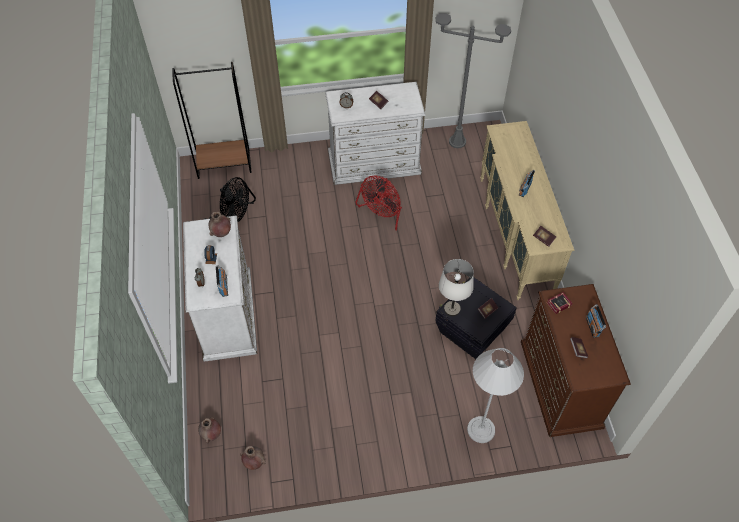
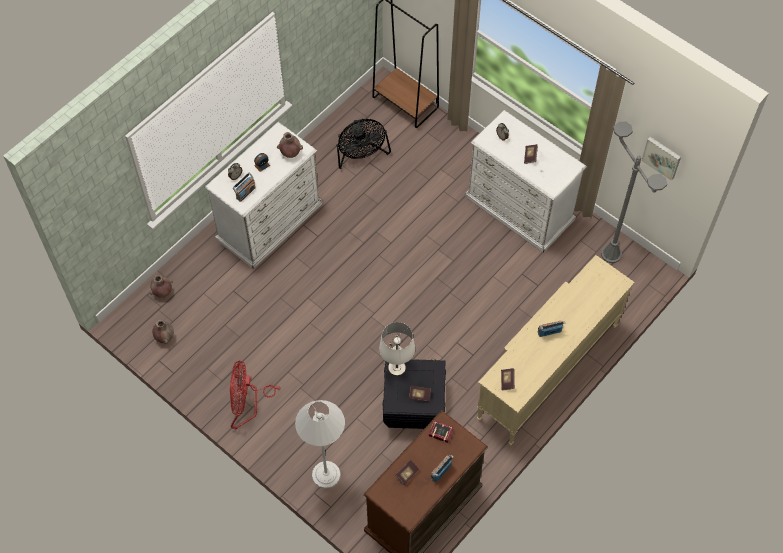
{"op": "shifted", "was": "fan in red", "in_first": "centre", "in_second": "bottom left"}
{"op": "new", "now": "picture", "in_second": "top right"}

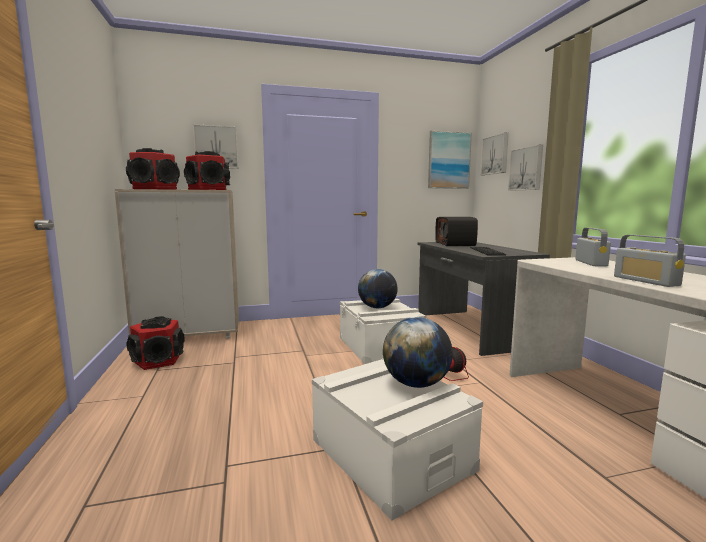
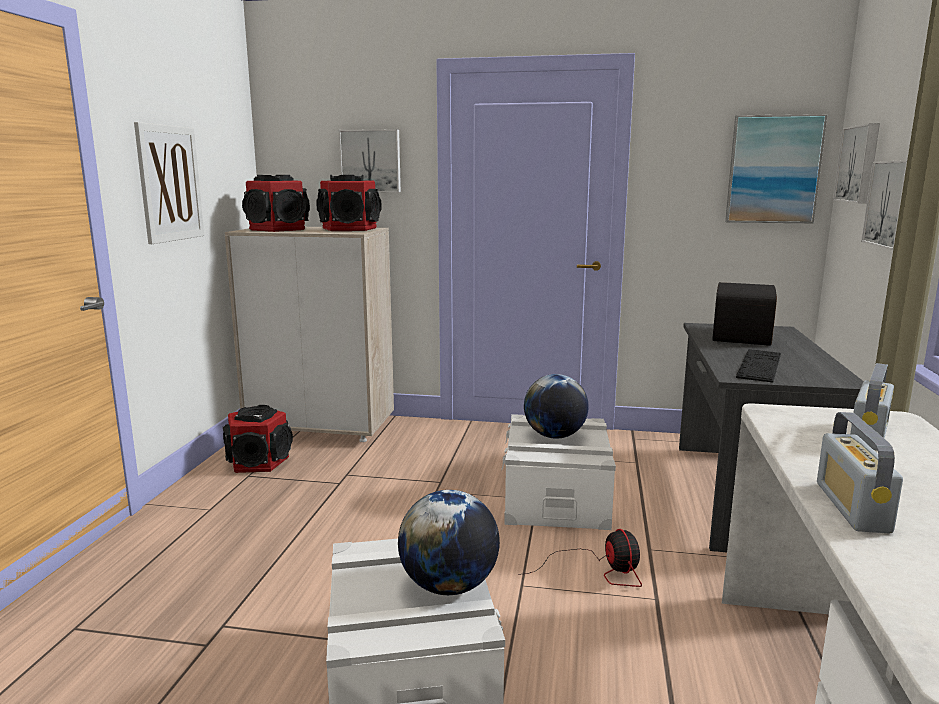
{"op": "new", "now": "picture (no. 1 from left)", "in_second": "top left"}

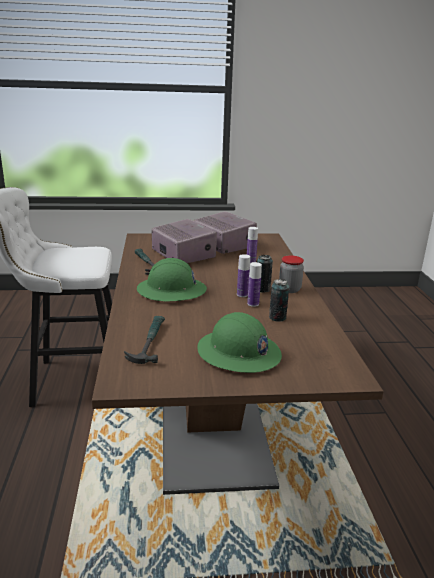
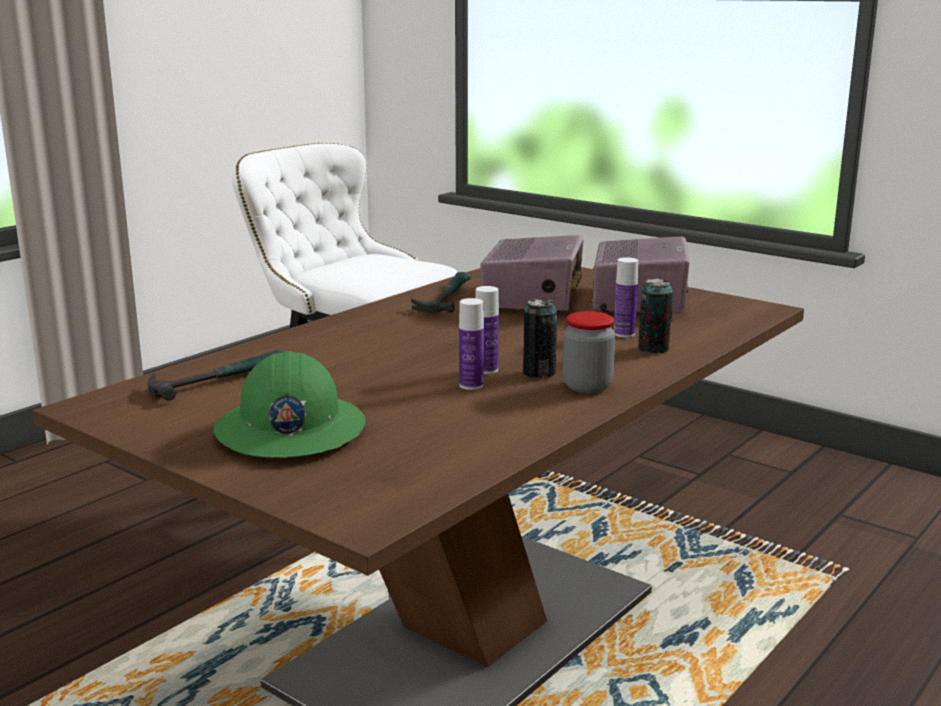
{"op": "gone", "was": "hard hat in green (no. 1 from left)", "in_first": "centre"}
{"op": "shifted", "was": "can (no. 2 from left)", "in_first": "centre", "in_second": "middle right"}

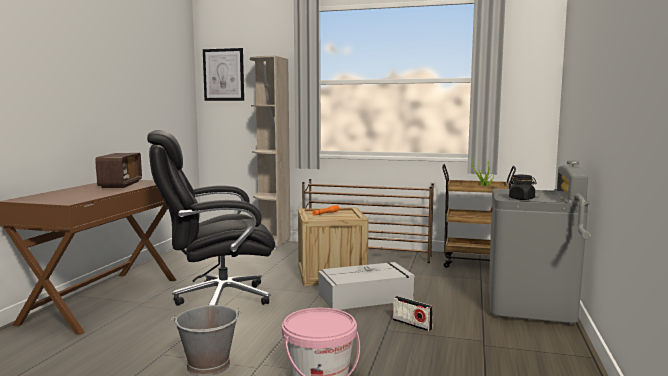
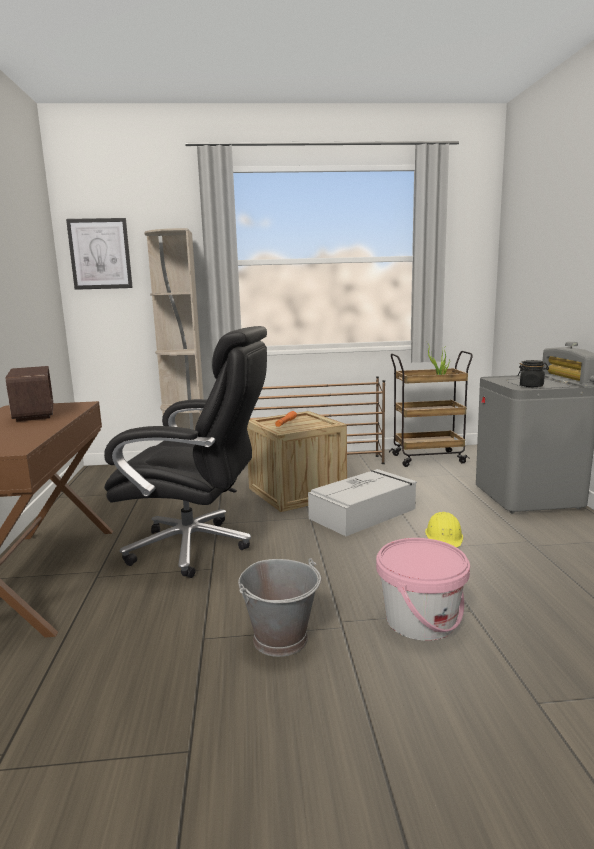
{"op": "rotated", "was": "office chair in black", "in_first": "middle left", "in_second": "middle left", "clockwise": -135}
{"op": "swapped", "was": "radio (no. 2 from left)", "now": "hard hat in yellow", "in_first": "bottom centre", "in_second": "middle right"}

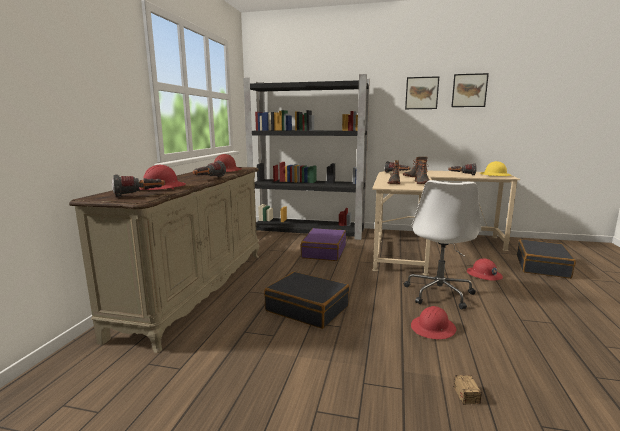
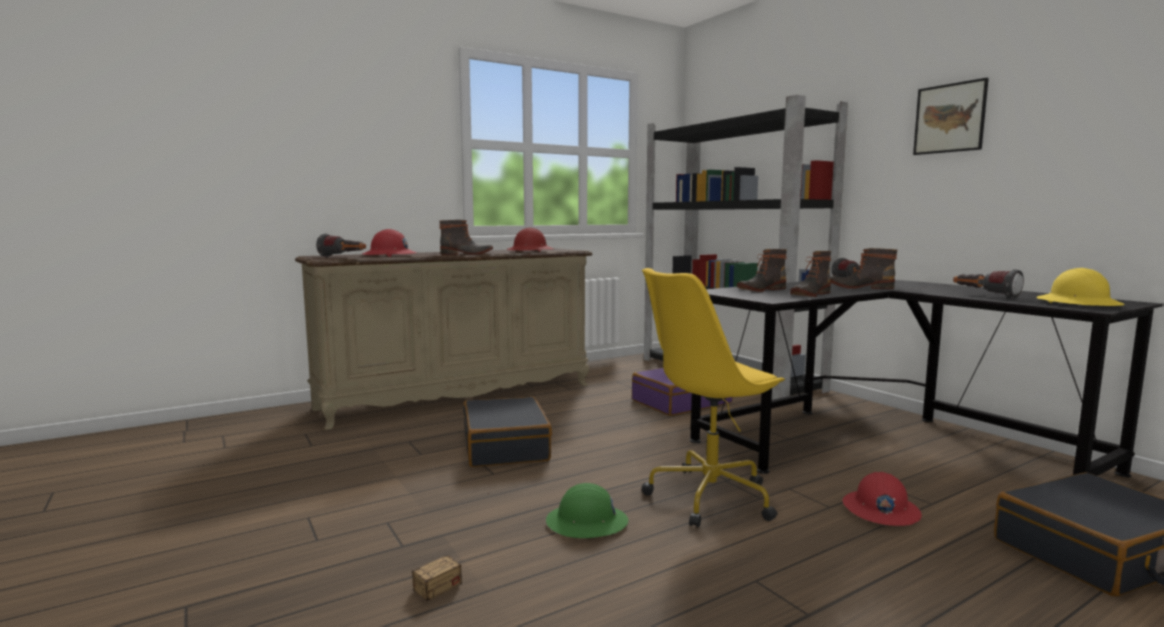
{"op": "swapped", "was": "flashlight (no. 2 from left)", "now": "boot (no. 1 from left)", "in_first": "centre", "in_second": "centre"}
{"op": "repainted", "was": "desk in beige", "now": "desk in black", "in_first": "middle right", "in_second": "middle right"}
{"op": "repainted", "was": "office chair in white", "now": "office chair in yellow", "in_first": "middle right", "in_second": "centre"}
{"op": "repainted", "was": "hard hat in red (no. 3 from left)", "now": "hard hat in green", "in_first": "bottom right", "in_second": "bottom centre"}
{"op": "gone", "was": "picture (no. 2 from left)", "in_first": "top right"}

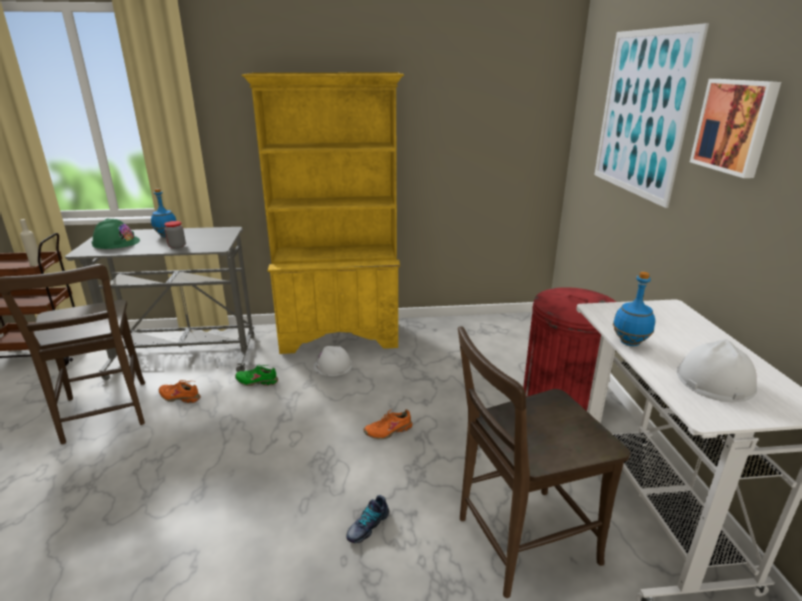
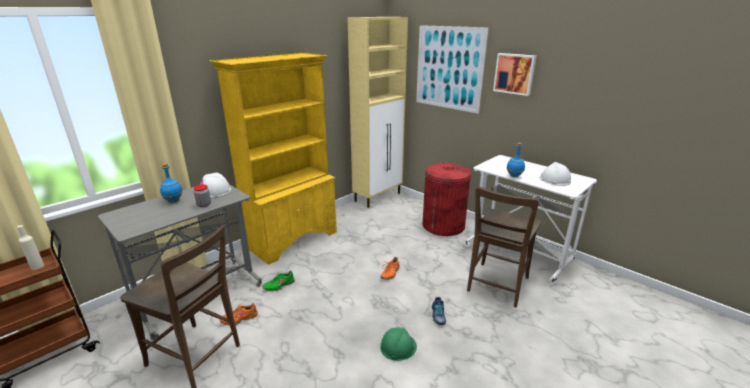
{"op": "shifted", "was": "hard hat in green", "in_first": "middle left", "in_second": "bottom centre"}
{"op": "shifted", "was": "hard hat in white (no. 1 from left)", "in_first": "centre", "in_second": "middle left"}
{"op": "new", "now": "cabinet in beige", "in_second": "top centre"}

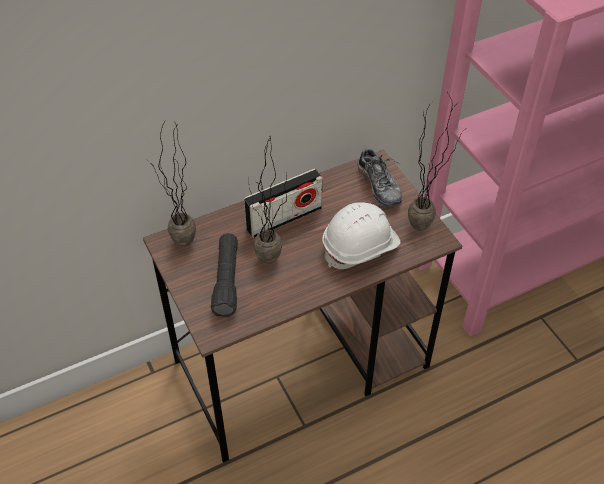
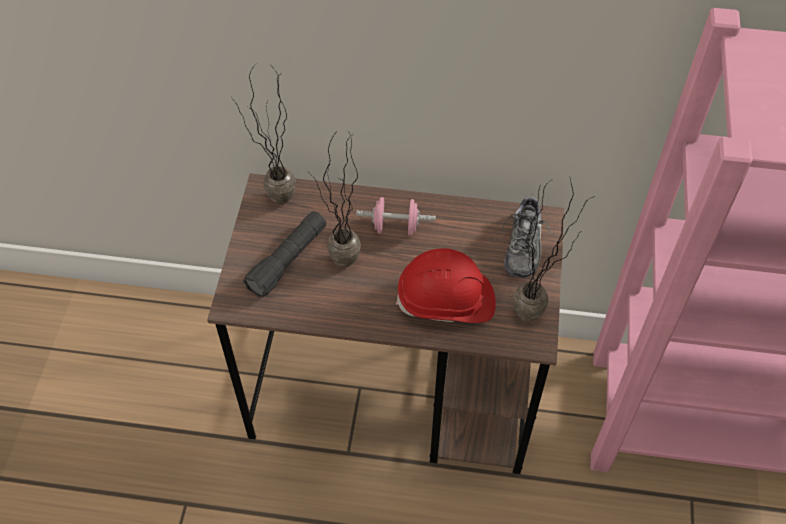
{"op": "swapped", "was": "radio", "now": "dumbbell in pink", "in_first": "centre", "in_second": "centre"}
{"op": "repainted", "was": "hard hat in white", "now": "hard hat in red", "in_first": "centre", "in_second": "centre"}

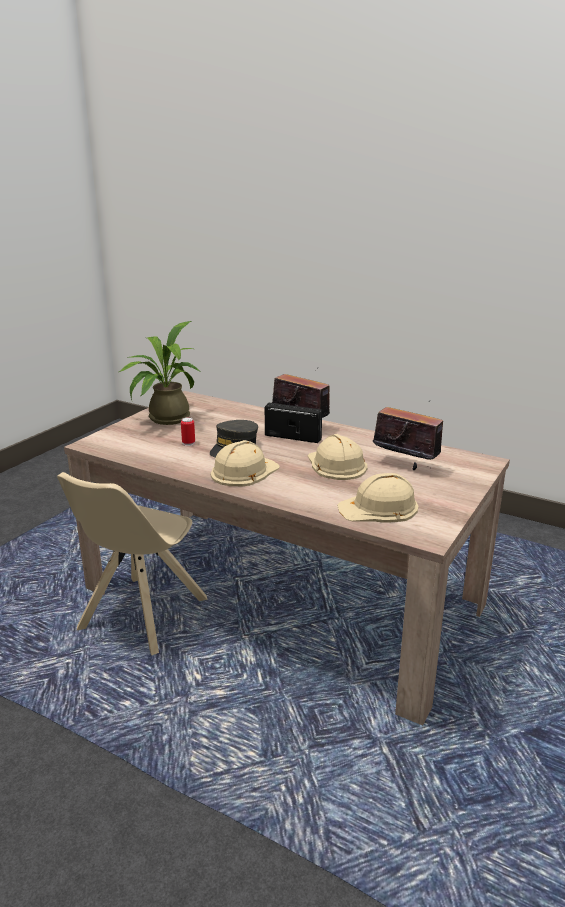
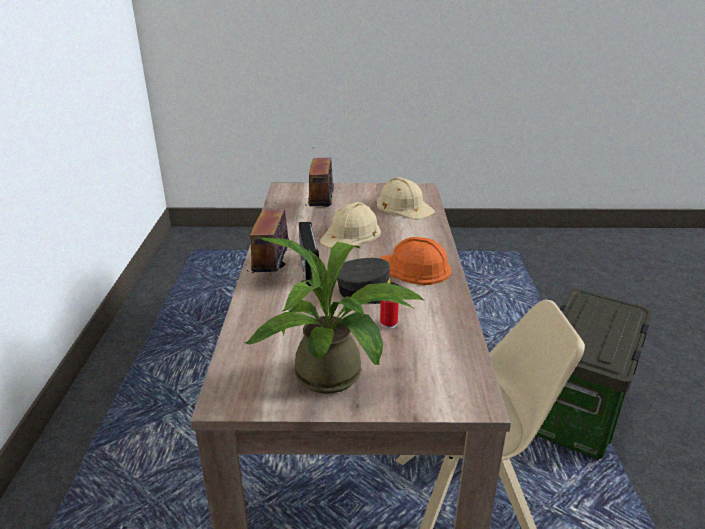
{"op": "repainted", "was": "hard hat in beige (no. 1 from left)", "now": "hard hat in orange", "in_first": "centre", "in_second": "centre"}
{"op": "new", "now": "storage box", "in_second": "bottom right"}

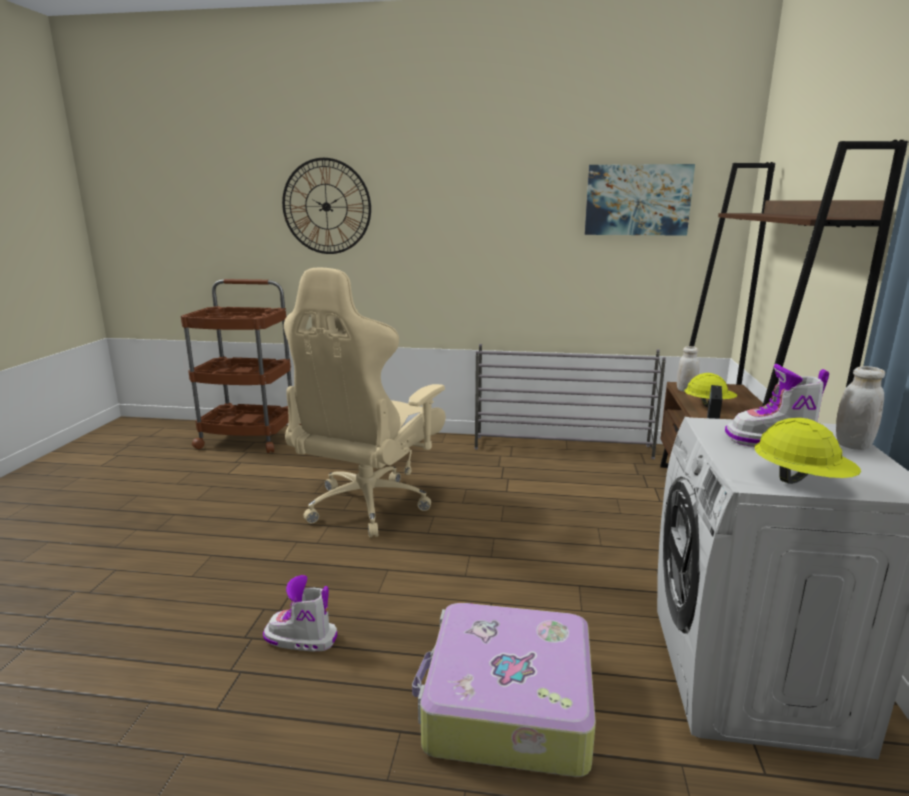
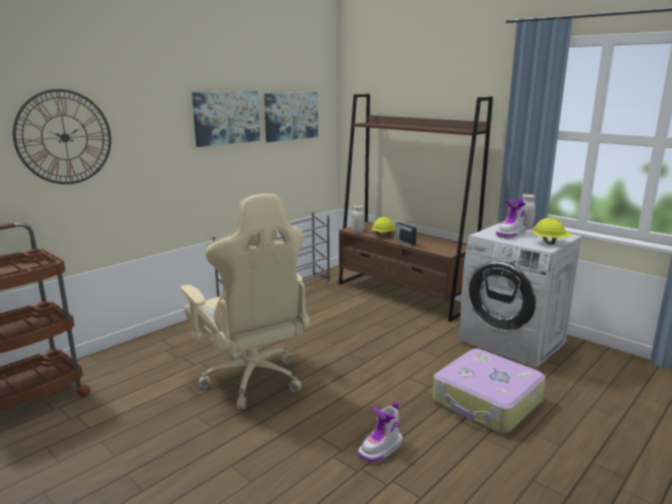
{"op": "new", "now": "picture (no. 1 from left)", "in_second": "top centre"}

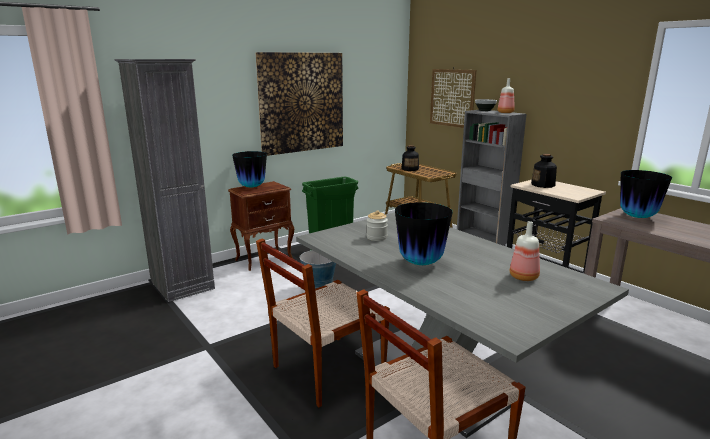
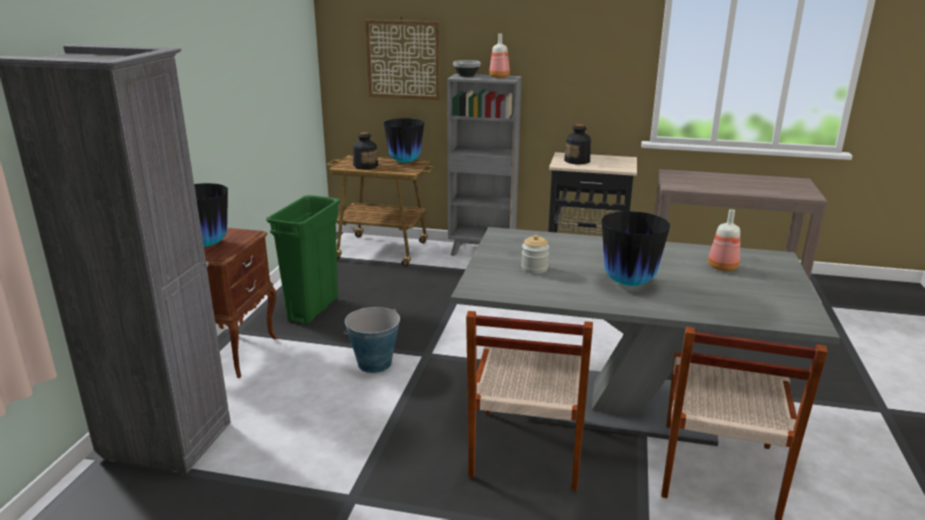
{"op": "gone", "was": "picture (no. 1 from left)", "in_first": "top centre"}
{"op": "shifted", "was": "vase (no. 3 from left in the first image)", "now": "vase (no. 2 from left)", "in_first": "middle right", "in_second": "top centre"}

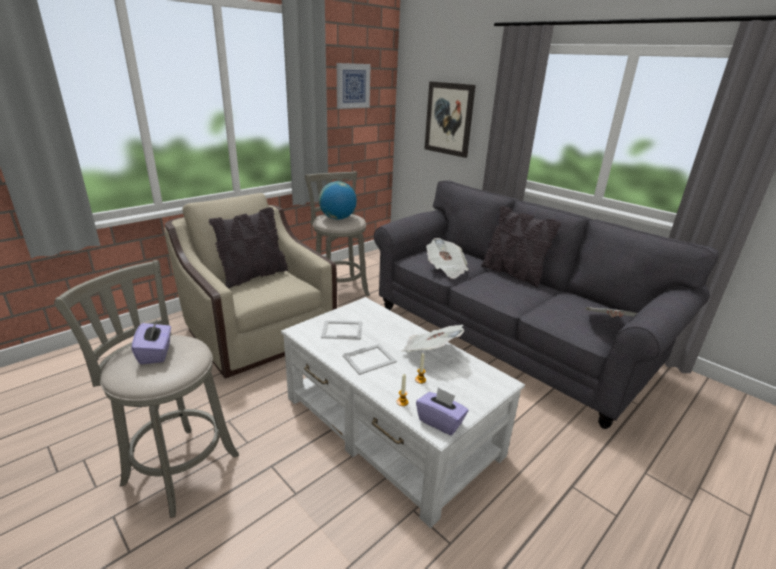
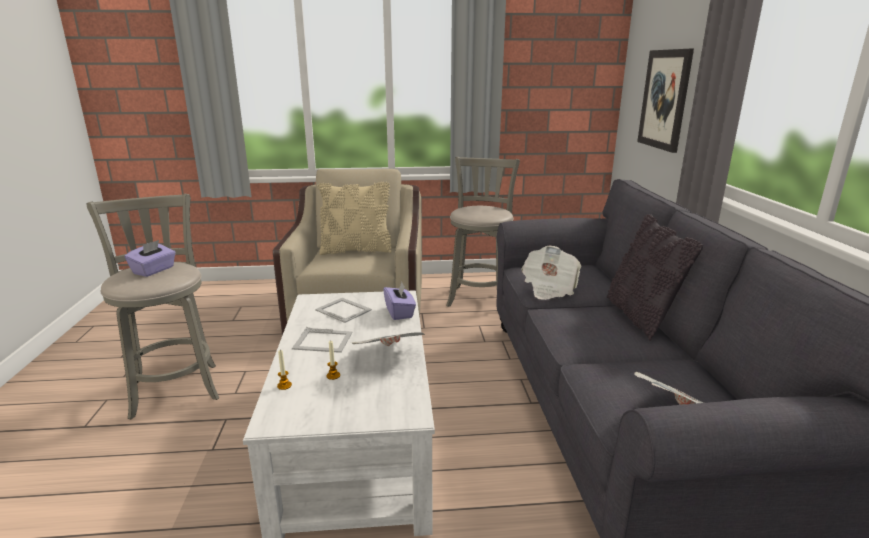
{"op": "repainted", "was": "pillow in black (no. 1 from left)", "now": "pillow in beige", "in_first": "middle left", "in_second": "centre"}
{"op": "gone", "was": "globe", "in_first": "centre"}
{"op": "gone", "was": "picture (no. 1 from left)", "in_first": "top centre"}
{"op": "shifted", "was": "tissue box in purple (no. 2 from left)", "in_first": "bottom centre", "in_second": "centre"}

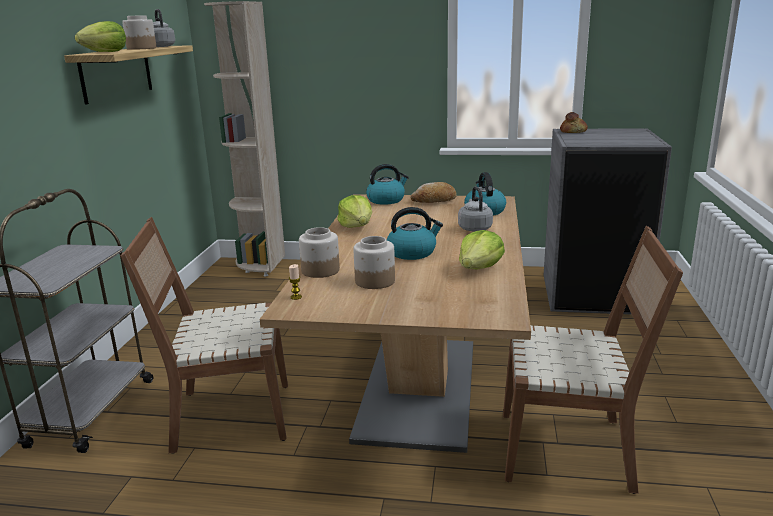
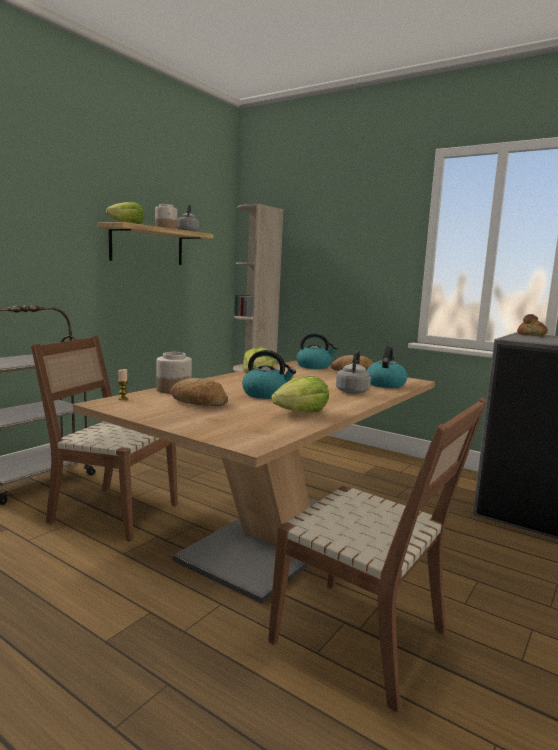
{"op": "swapped", "was": "jar (no. 3 from left)", "now": "bread (no. 1 from left)", "in_first": "centre", "in_second": "centre"}

